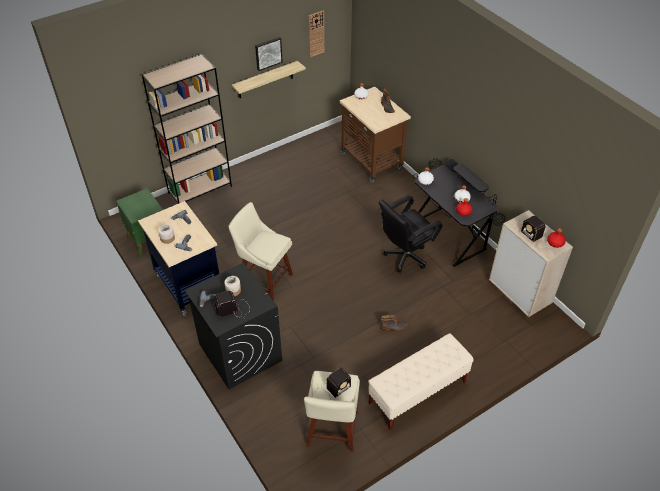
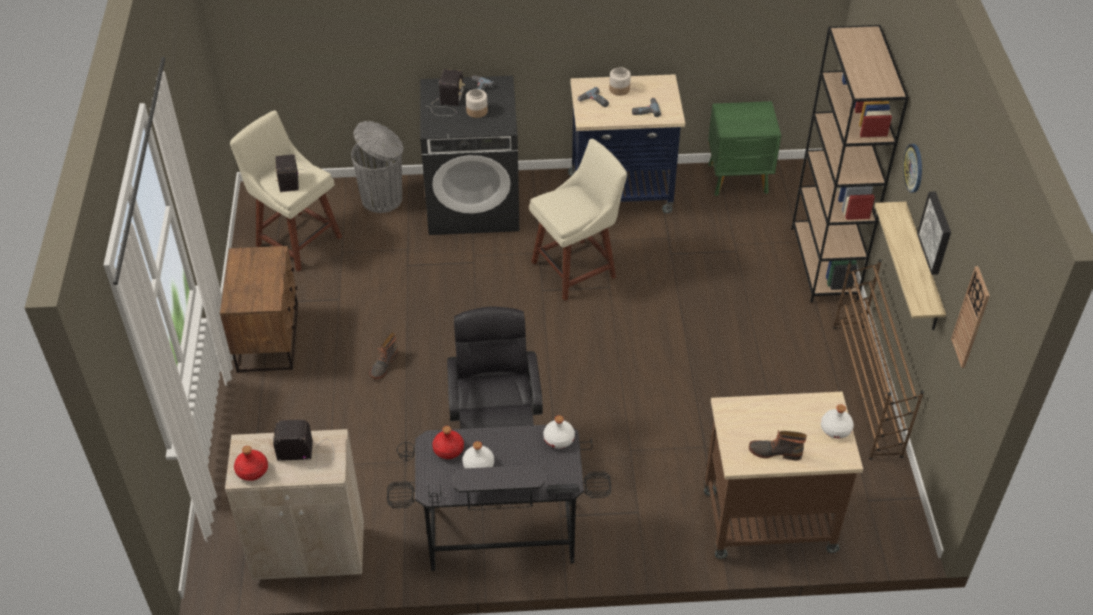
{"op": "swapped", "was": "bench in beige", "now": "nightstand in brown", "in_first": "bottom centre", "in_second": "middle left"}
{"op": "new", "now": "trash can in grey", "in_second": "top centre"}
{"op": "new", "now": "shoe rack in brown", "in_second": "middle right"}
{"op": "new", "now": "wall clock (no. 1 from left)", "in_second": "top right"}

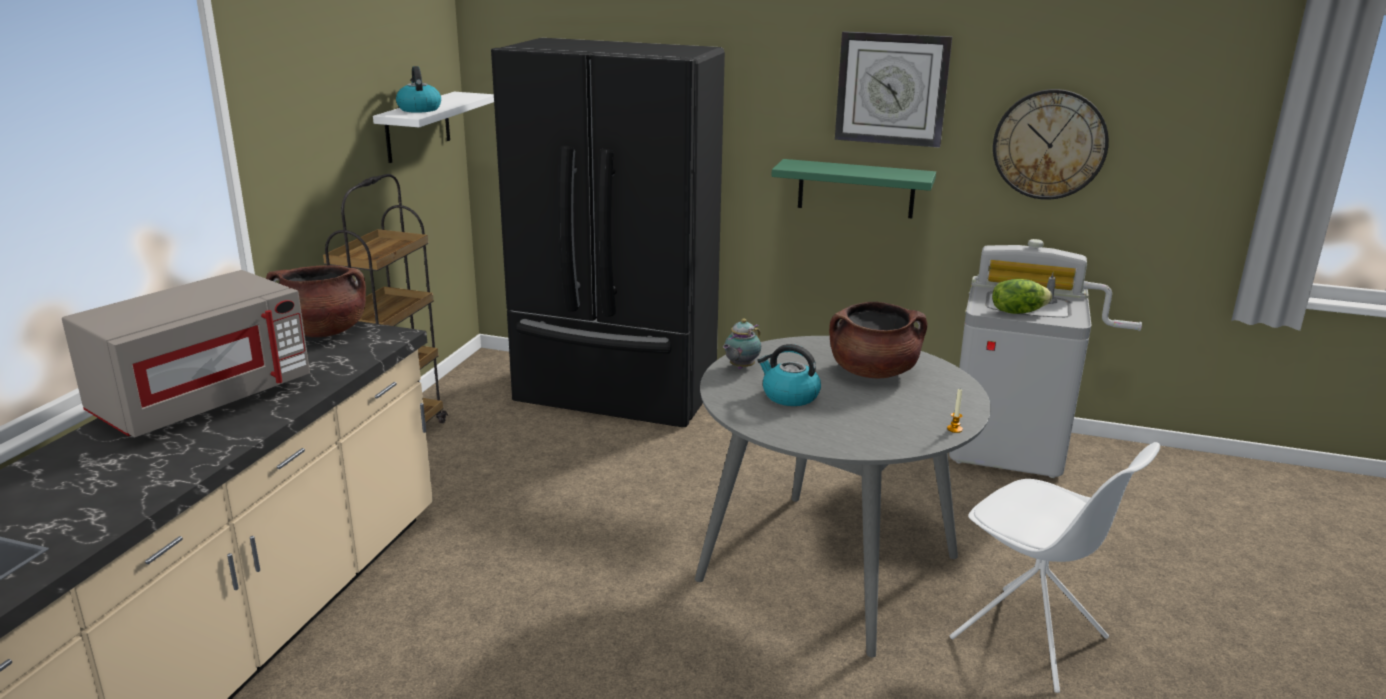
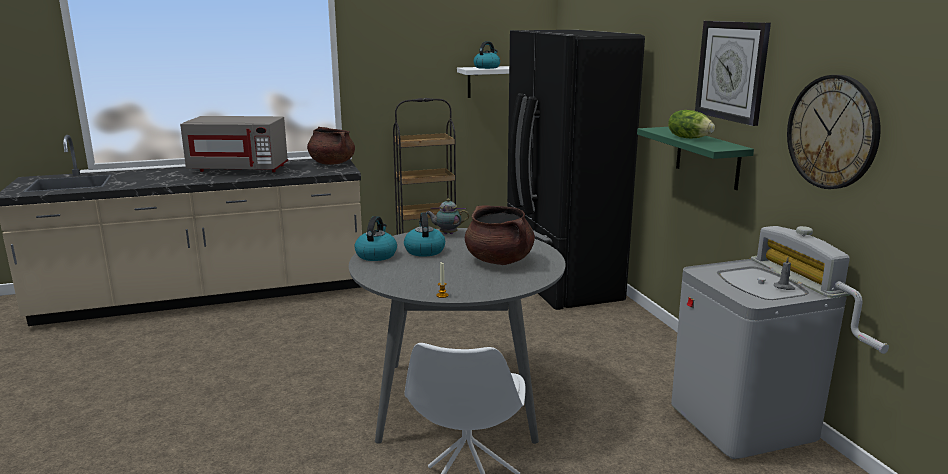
{"op": "shifted", "was": "lettuce", "in_first": "middle right", "in_second": "top right"}
{"op": "new", "now": "kettle (no. 1 from left)", "in_second": "centre"}

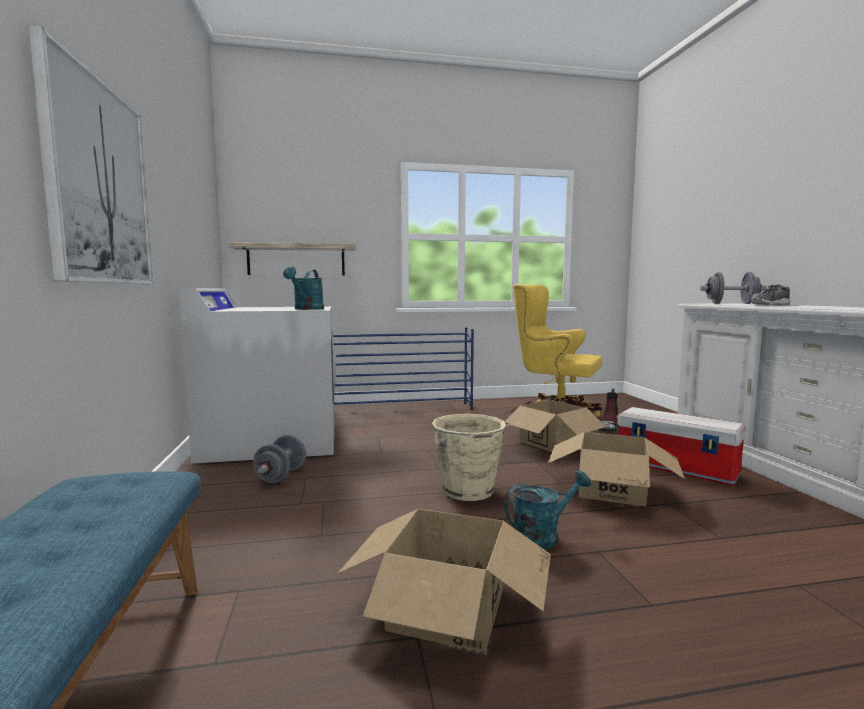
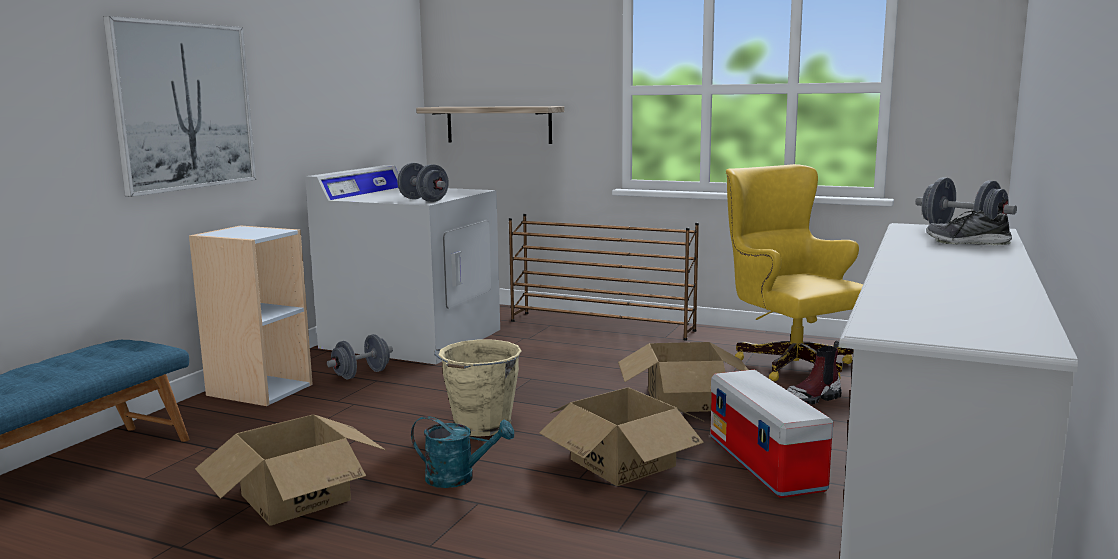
{"op": "swapped", "was": "watering can in turquoise (no. 1 from left)", "now": "dumbbell in grey (no. 2 from left)", "in_first": "centre", "in_second": "top centre"}
{"op": "repainted", "was": "shoe rack in blue", "now": "shoe rack in brown", "in_first": "centre", "in_second": "centre"}
{"op": "new", "now": "bookcase", "in_second": "middle left"}

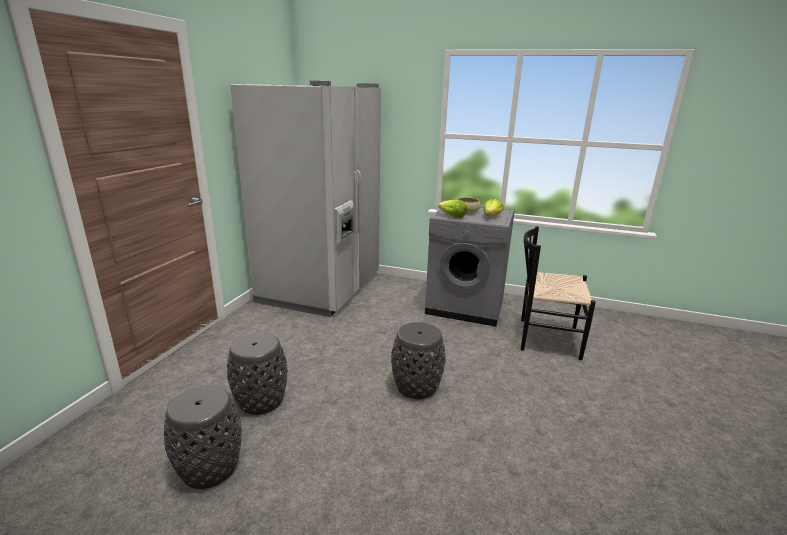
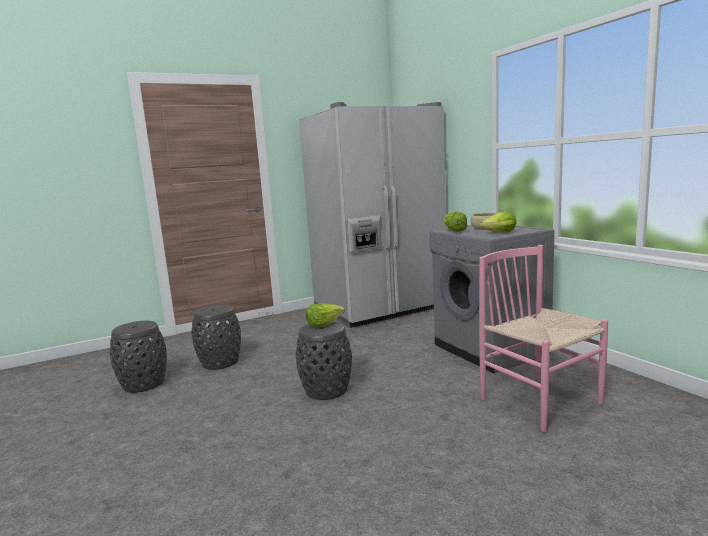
{"op": "repainted", "was": "chair in black", "now": "chair in pink", "in_first": "middle right", "in_second": "middle right"}
{"op": "new", "now": "lettuce (no. 1 from left)", "in_second": "centre"}

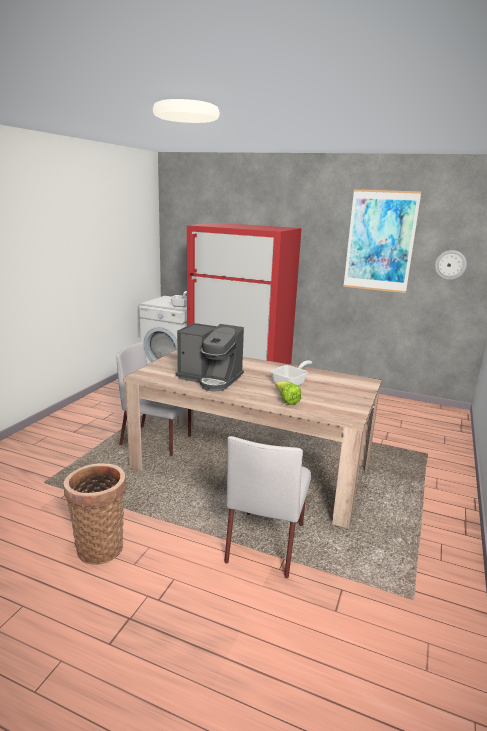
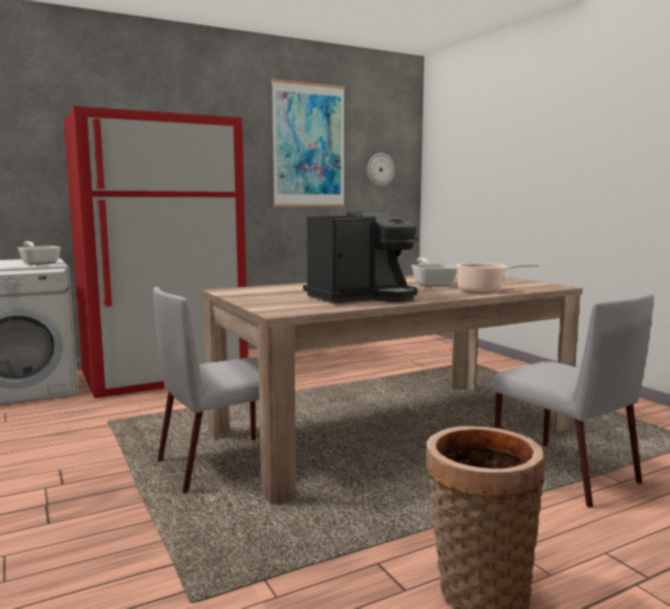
{"op": "swapped", "was": "lettuce", "now": "cooking pot", "in_first": "centre", "in_second": "middle right"}

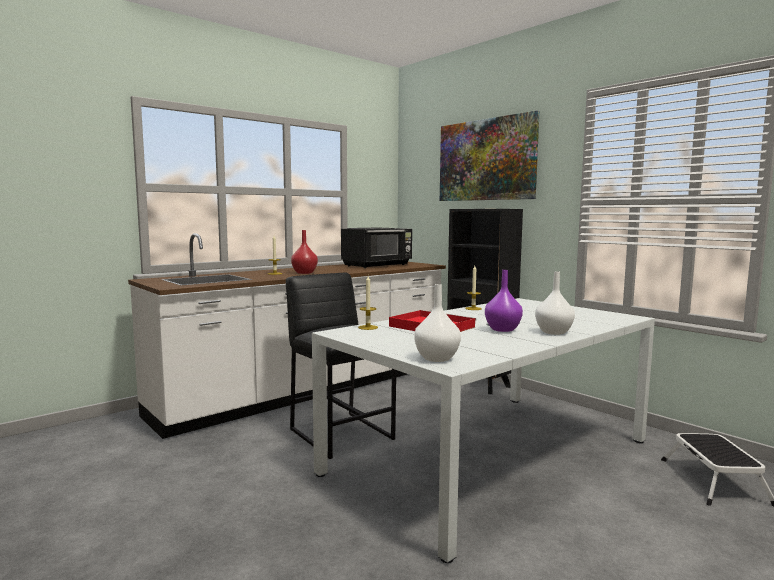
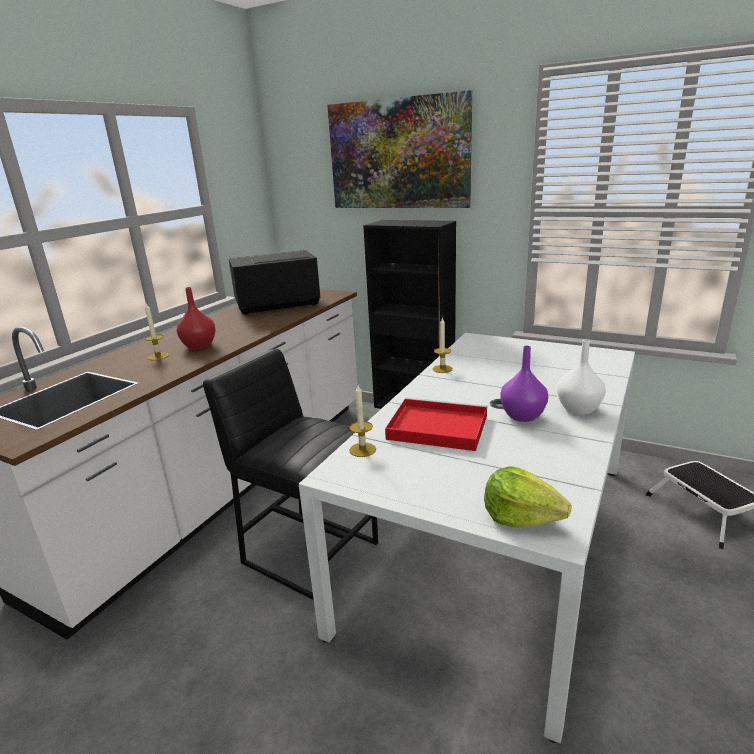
{"op": "rotated", "was": "microwave in black", "in_first": "centre", "in_second": "centre", "clockwise": -135}
{"op": "swapped", "was": "vase in white (no. 1 from left)", "now": "lettuce", "in_first": "centre", "in_second": "middle right"}

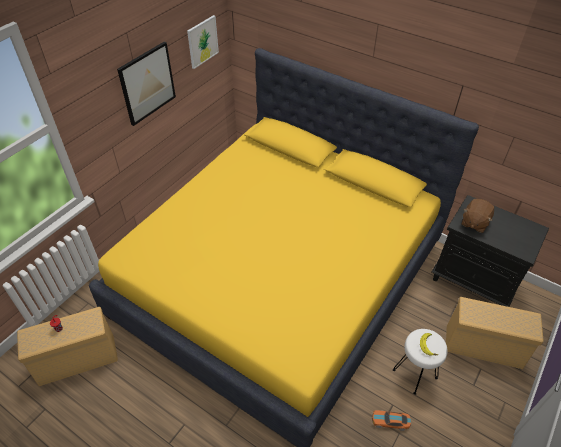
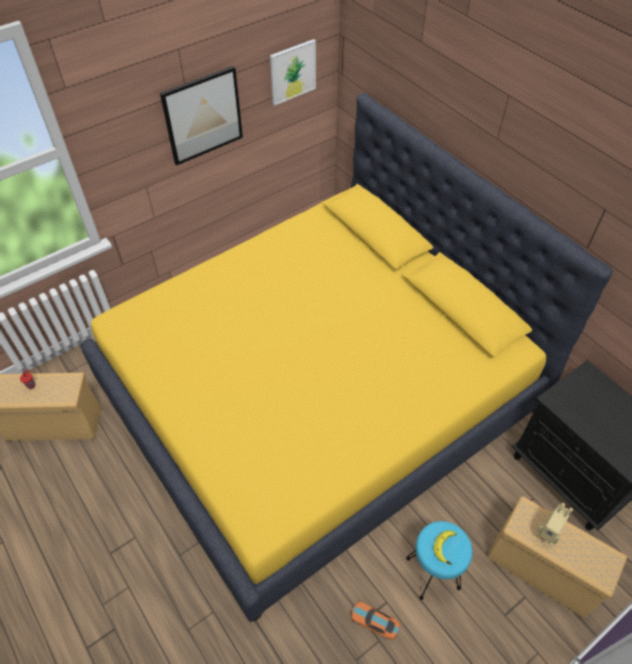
{"op": "repainted", "was": "stool in white", "now": "stool in turquoise", "in_first": "bottom right", "in_second": "bottom right"}
{"op": "gone", "was": "plush toy in brown", "in_first": "middle right"}
{"op": "new", "now": "toy robot", "in_second": "bottom right"}

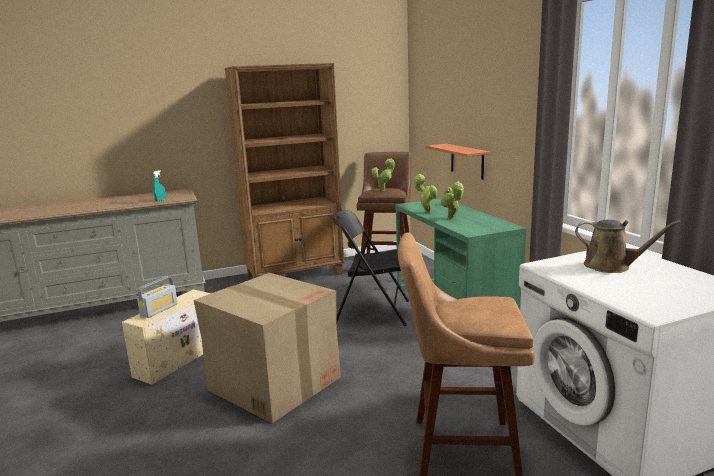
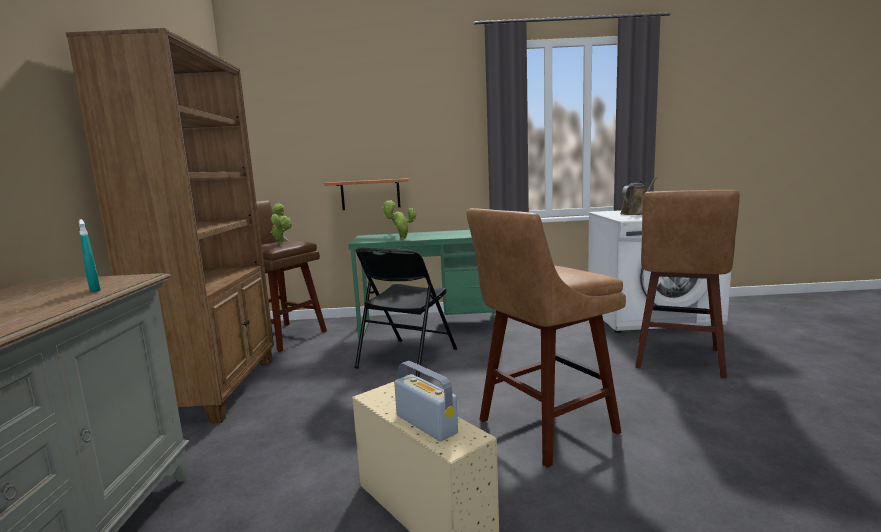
{"op": "swapped", "was": "cardboard box", "now": "stool in brown (no. 2 from left)", "in_first": "bottom centre", "in_second": "centre"}
{"op": "gone", "was": "potted plant (no. 3 from left)", "in_first": "centre"}

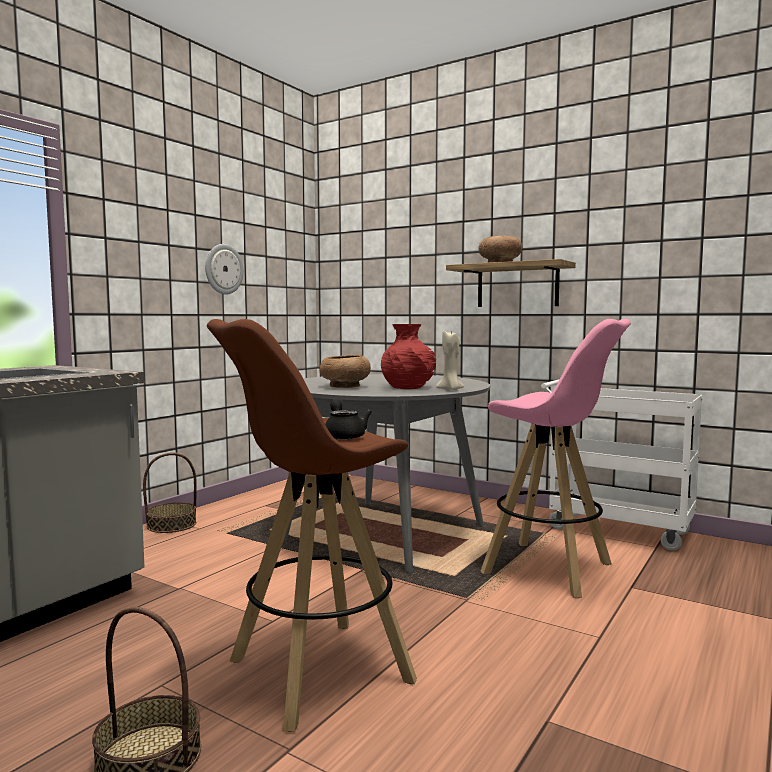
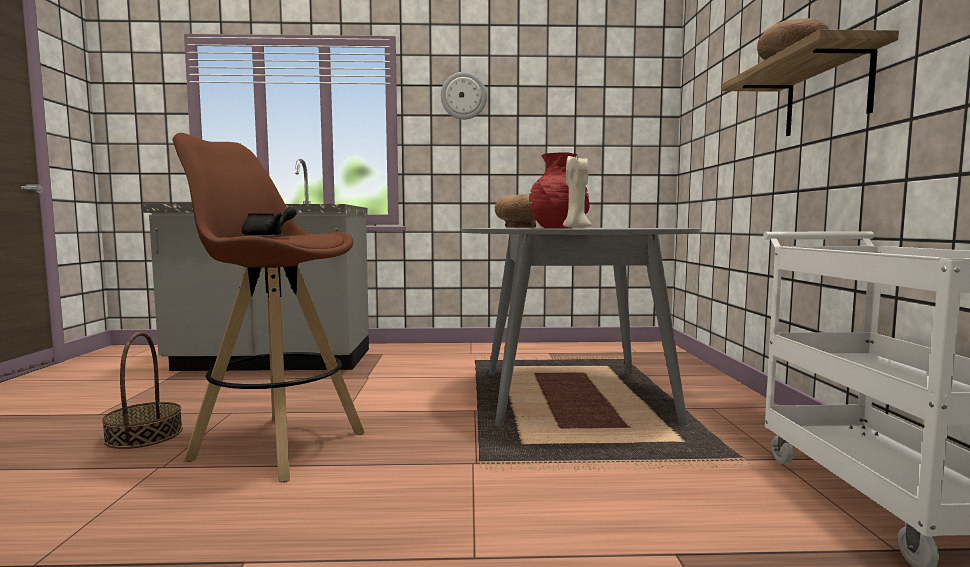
{"op": "gone", "was": "basket (no. 2 from left)", "in_first": "middle left"}
{"op": "shifted", "was": "wall clock", "in_first": "middle left", "in_second": "top centre"}
{"op": "gone", "was": "stool in pink", "in_first": "middle right"}

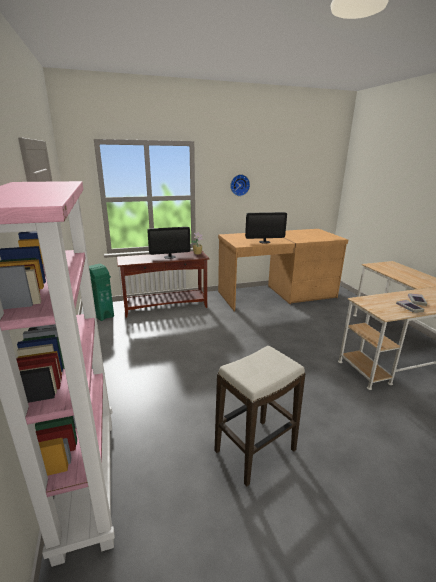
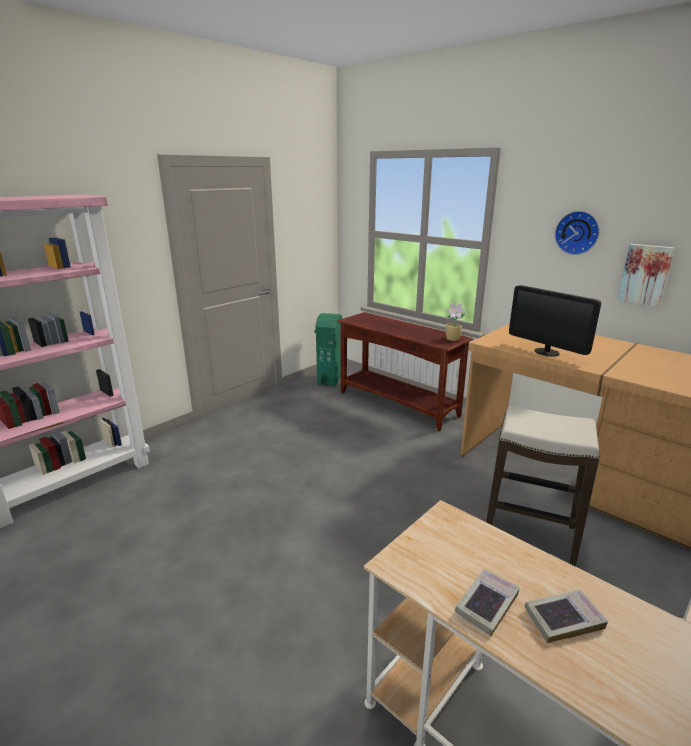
{"op": "gone", "was": "monitor (no. 1 from left)", "in_first": "centre"}
{"op": "shifted", "was": "stool", "in_first": "bottom centre", "in_second": "middle right"}
{"op": "new", "now": "picture", "in_second": "middle right"}

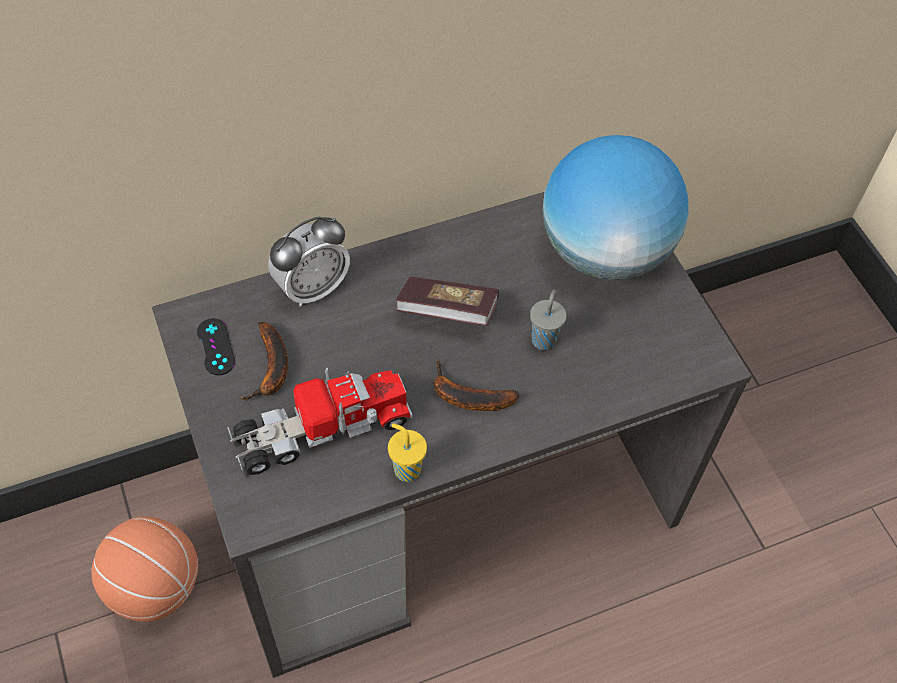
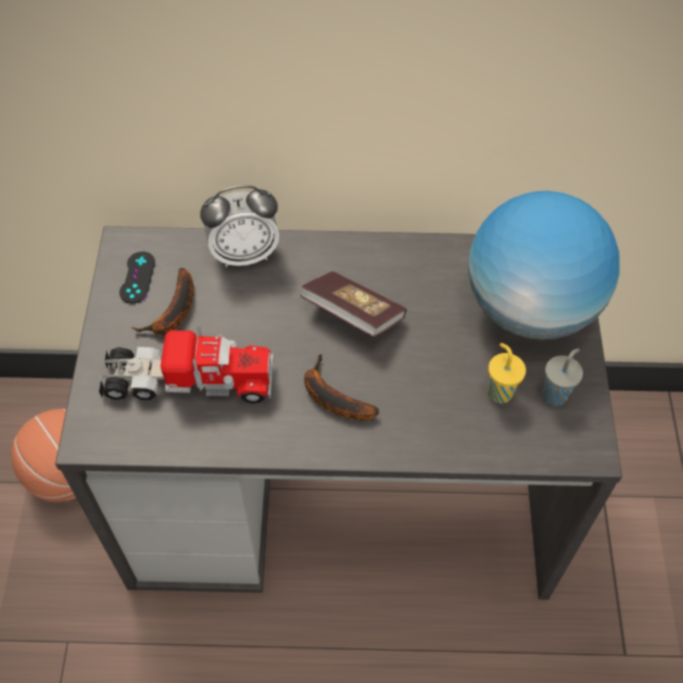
{"op": "shifted", "was": "cup in yellow", "in_first": "centre", "in_second": "middle right"}
{"op": "shifted", "was": "cup in grey", "in_first": "centre", "in_second": "middle right"}

